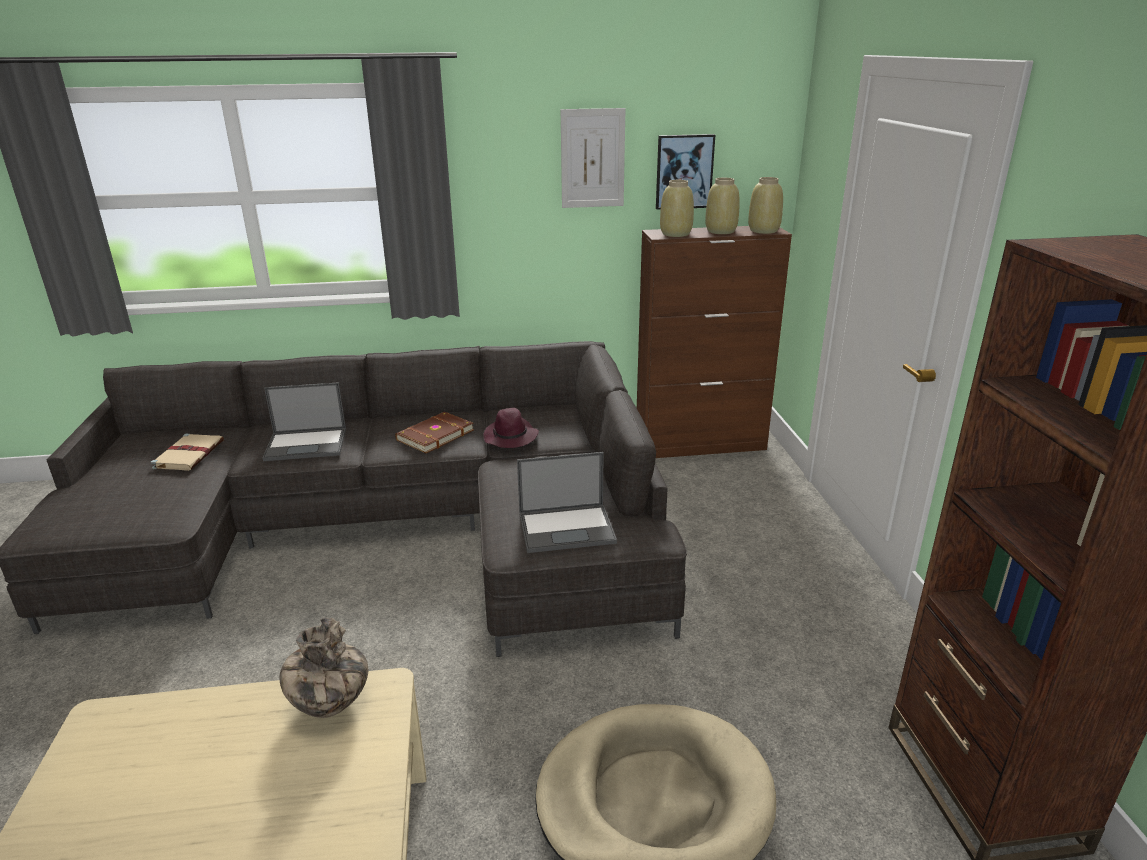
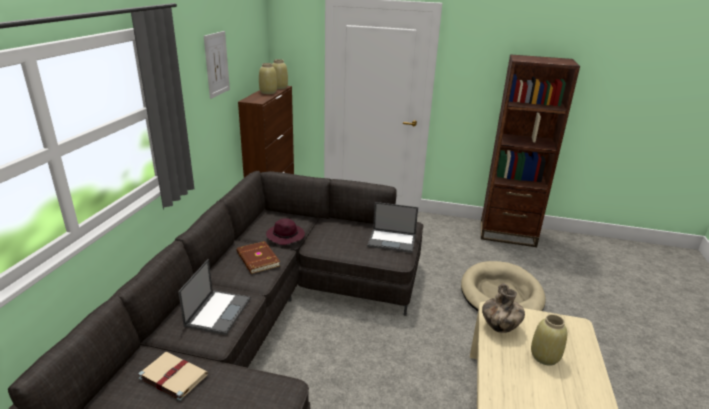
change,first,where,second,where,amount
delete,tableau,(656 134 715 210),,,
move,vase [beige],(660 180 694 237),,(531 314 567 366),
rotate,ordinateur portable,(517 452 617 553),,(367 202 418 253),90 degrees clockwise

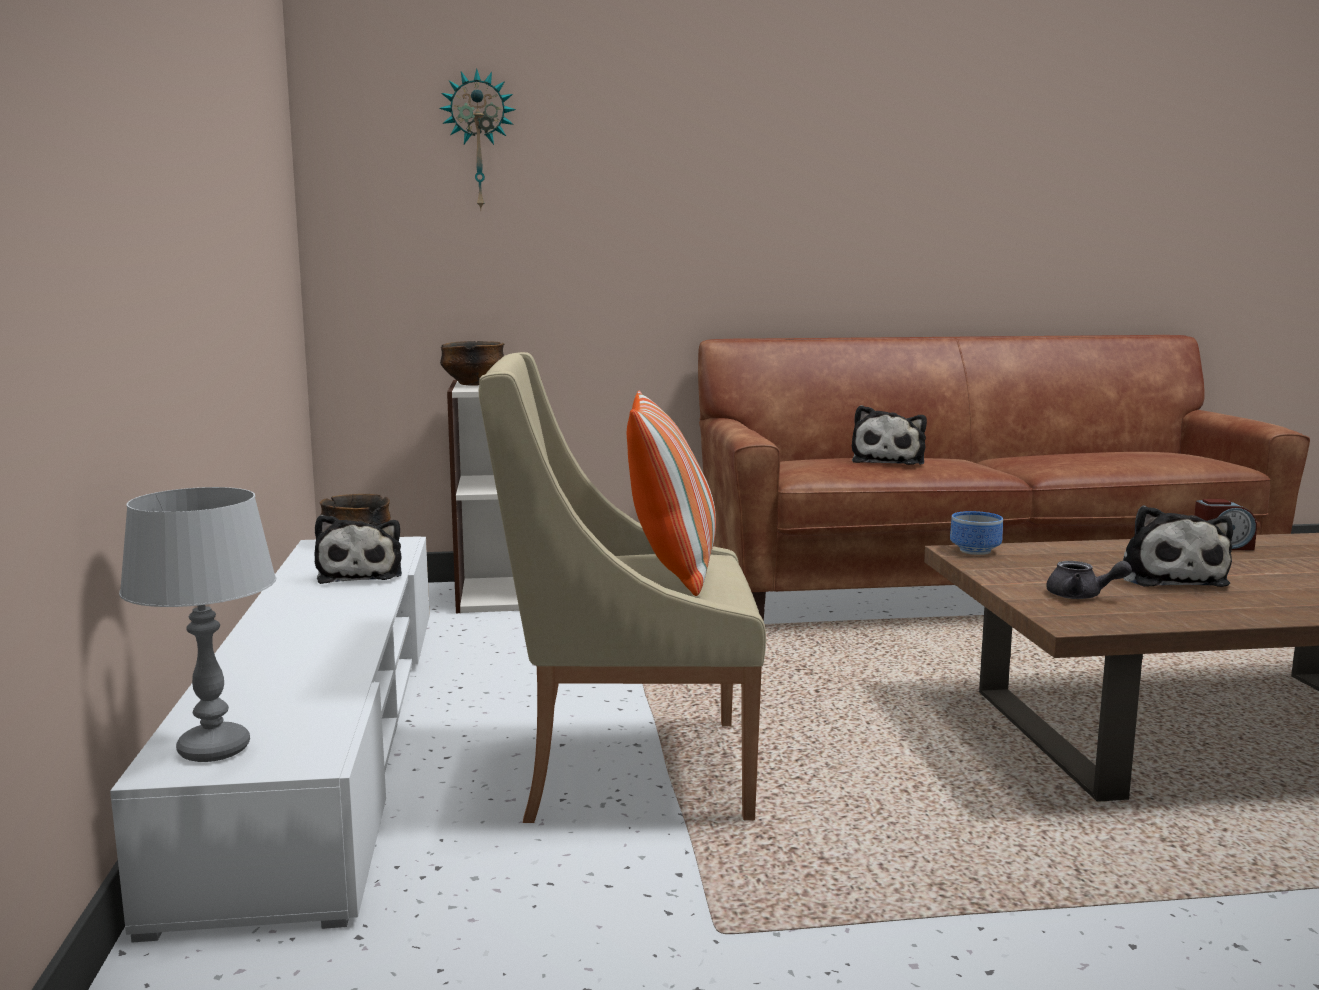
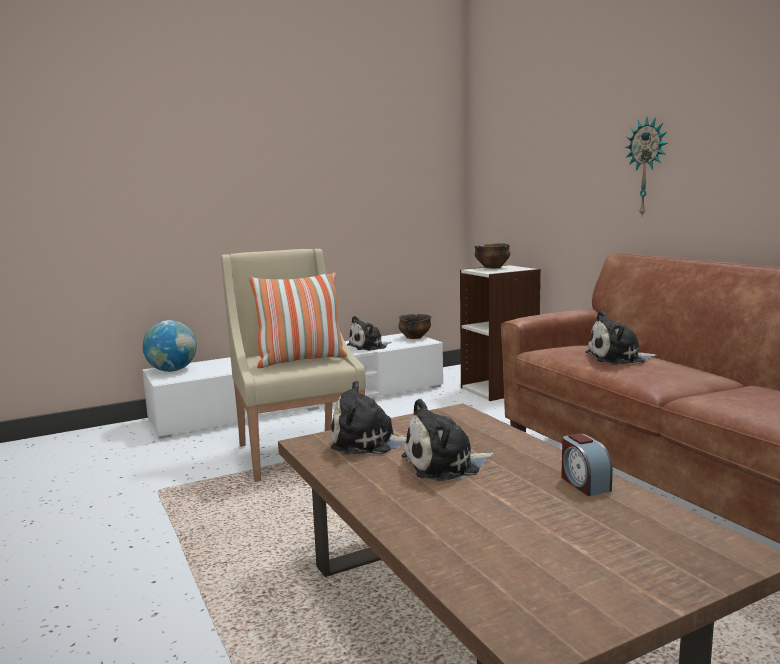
change,first,where,second,where,amount
move,horloge murale,(439 69 516 212),,(625 117 668 216),
replace,lampe de table [gris],(119 487 277 762),globe,(143 320 197 372),
delete,bol,(950 511 1003 555),,,
replace,théière [gris],(1046 561 1132 599),peluche,(330 381 407 454),

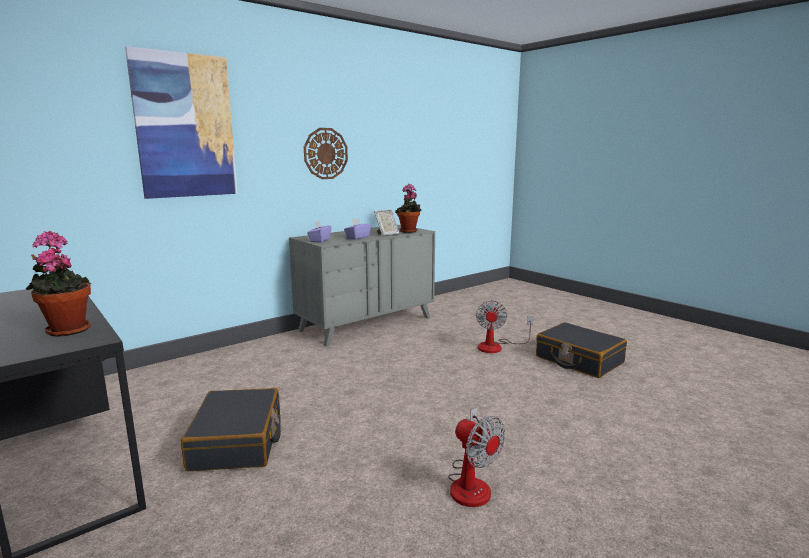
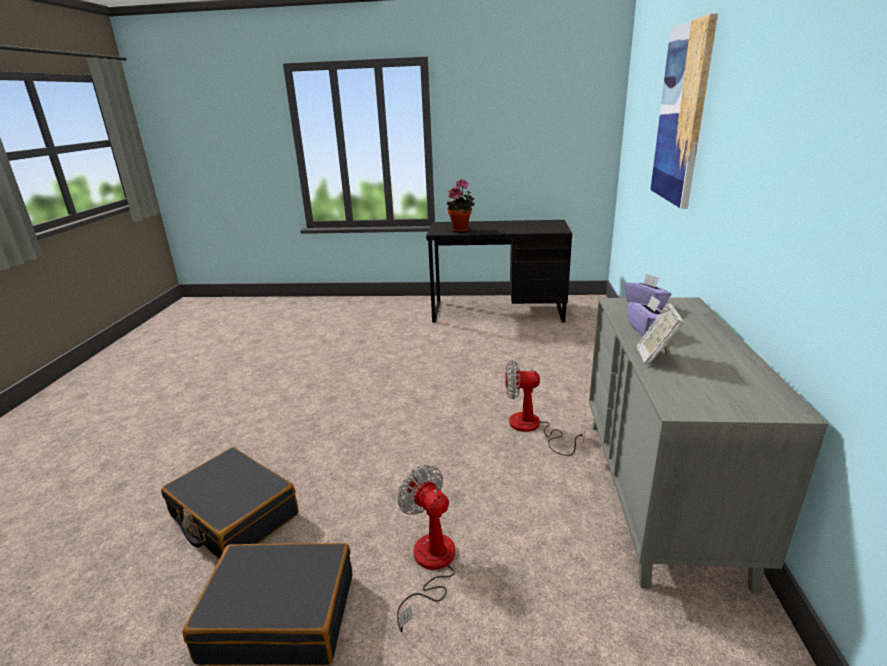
change,first,where,second,where,amount
delete,horloge murale,(304 128 348 179),,,
delete,plante en pot,(395 184 421 233),,,
move,valise [noir],(181 388 281 471),,(161 447 299 559),
move,ventilateur,(448 407 505 507),,(505 360 585 456),

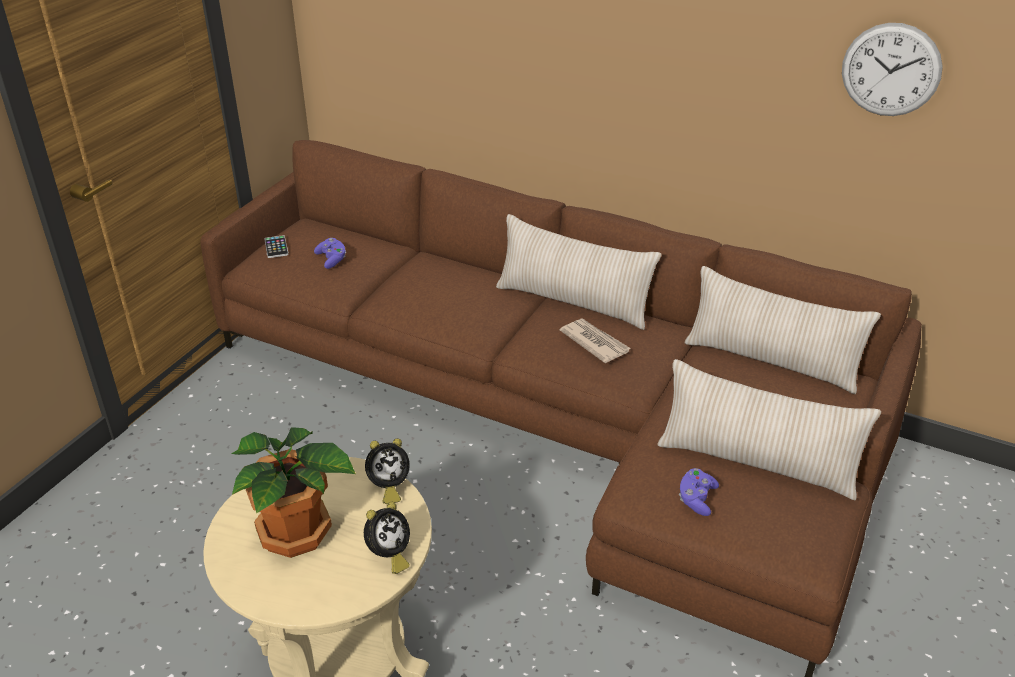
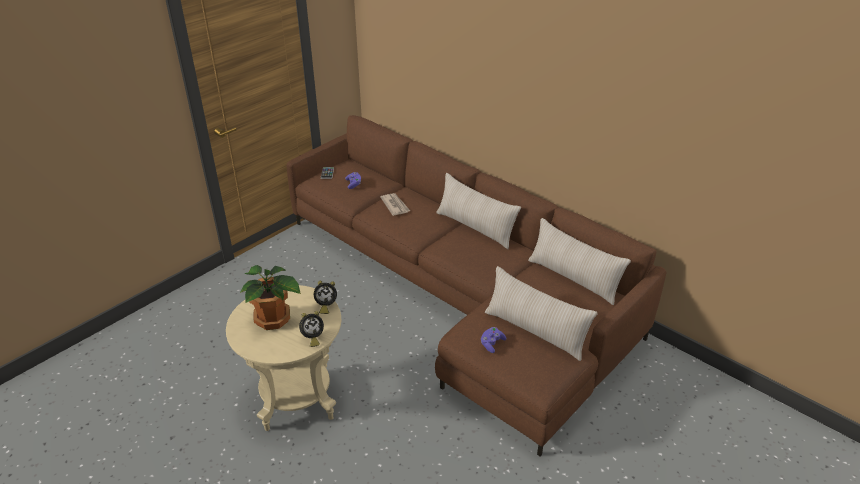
change,first,where,second,where,amount
delete,horloge murale,(842 23 943 116),,,
move,journal,(560 318 631 363),,(380 193 410 216),

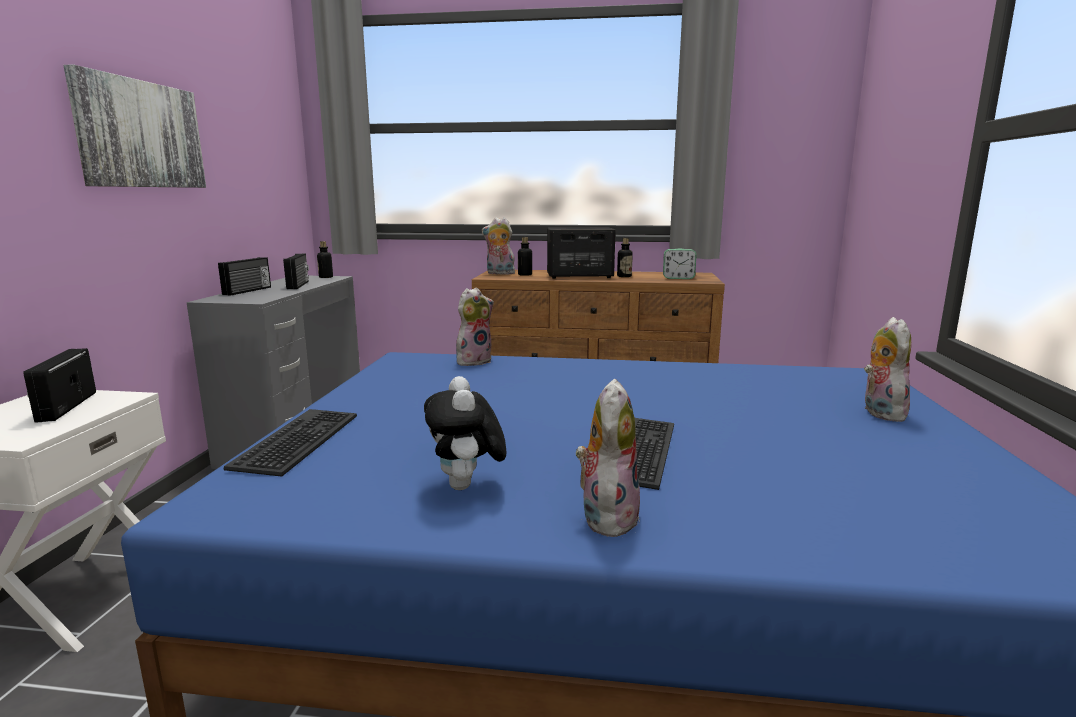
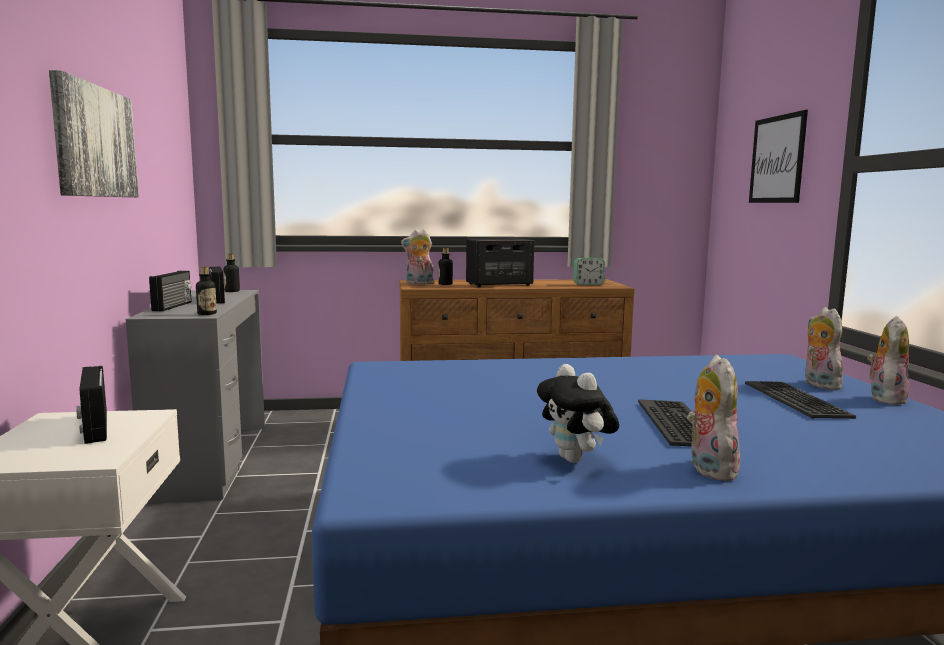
change,first,where,second,where,amount
move,bouteille,(617 238 633 277),,(196 267 217 315),
move,peluche,(456 288 494 366),,(868 316 909 405),
move,clavier,(224 409 357 477),,(745 381 856 419),
insert,,,tableau,(749 110 808 203),

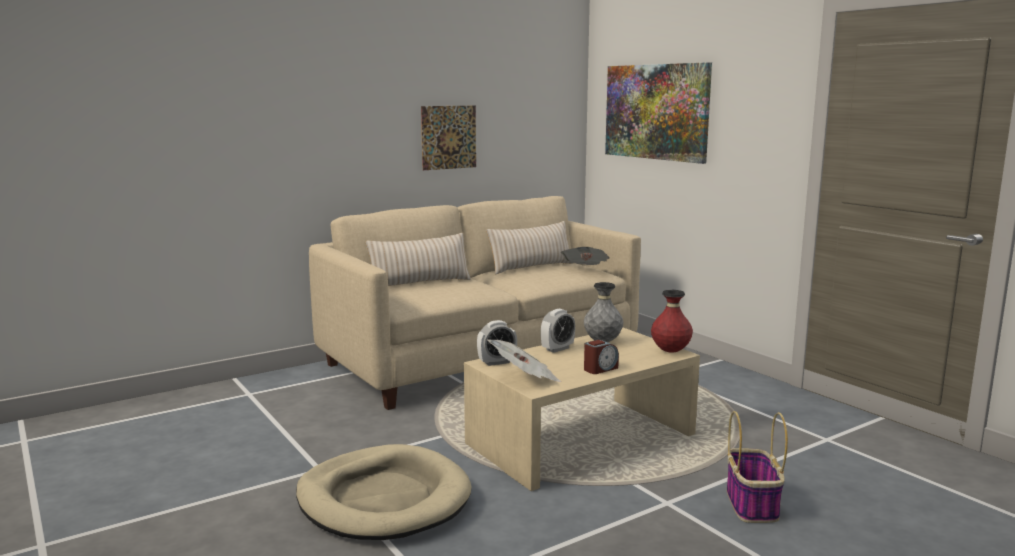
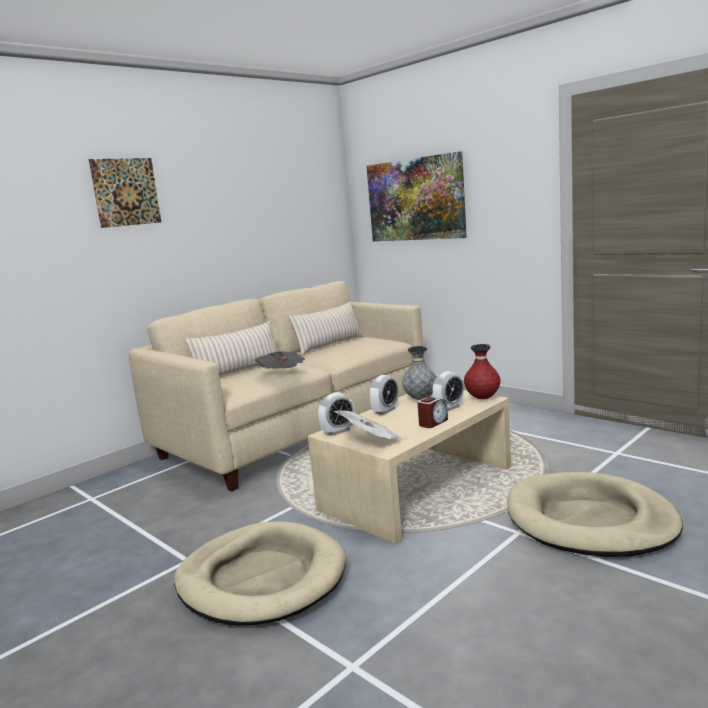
change,first,where,second,where,amount
move,tableau,(421 106 476 170),,(89 158 161 228),
move,journal,(561 247 610 265),,(254 351 305 369),
replace,panier,(727 411 788 523),panier pour chien [beige],(507 472 683 557),
insert,,,réveil,(433 371 464 412),

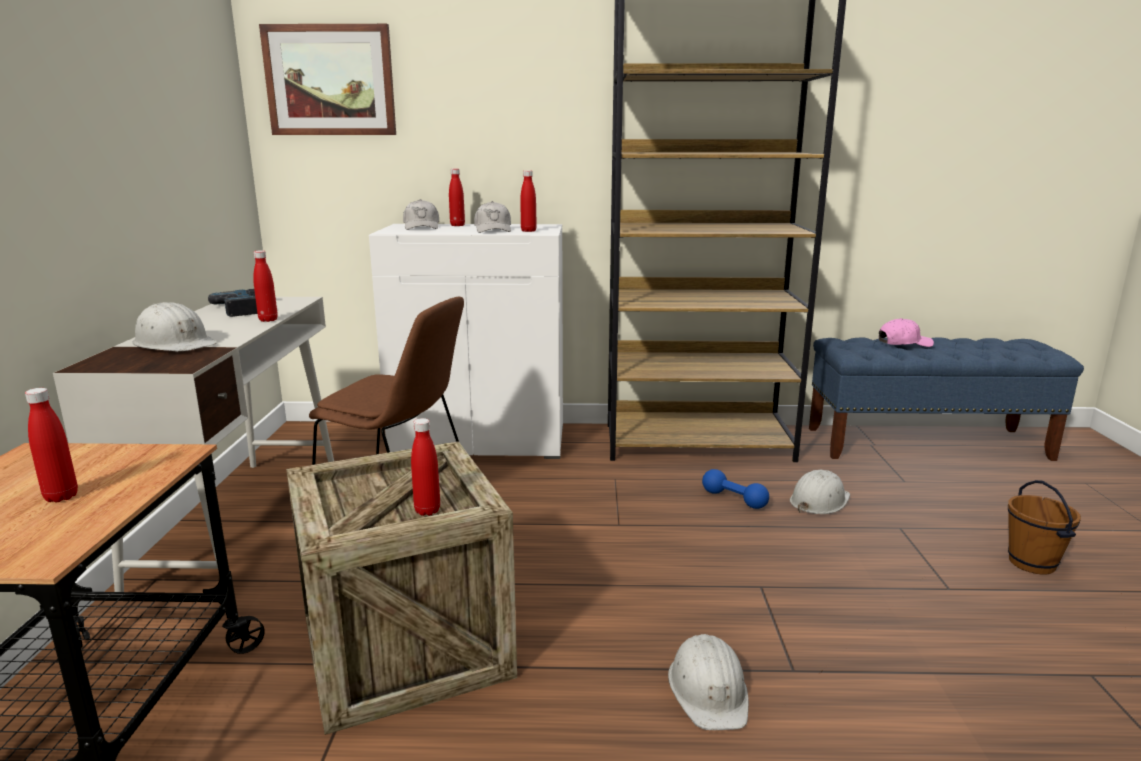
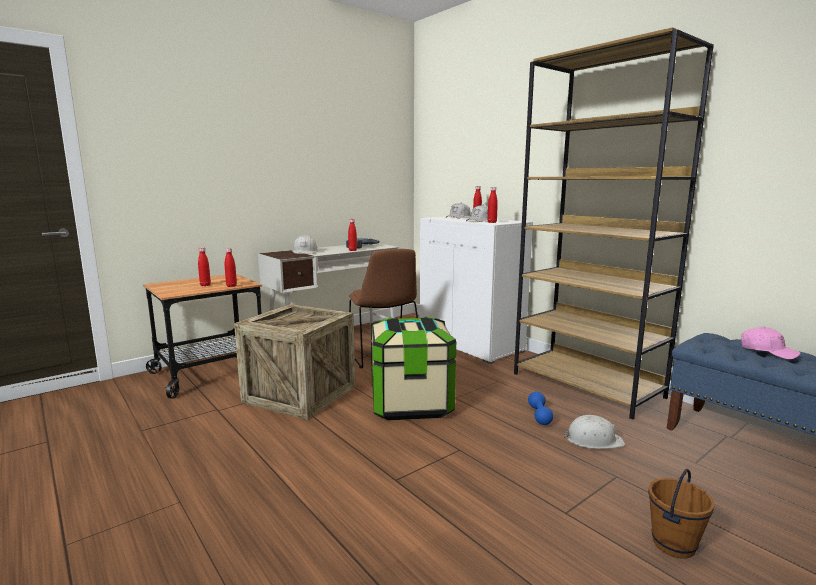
change,first,where,second,where,amount
delete,tableau,(259 24 396 135),,,
move,bouteille [rouge],(411 418 440 516),,(225 248 237 287),
delete,casque de chantier [blanc],(668 634 749 730),,,
insert,,,boîte de rangement,(371 316 456 420),

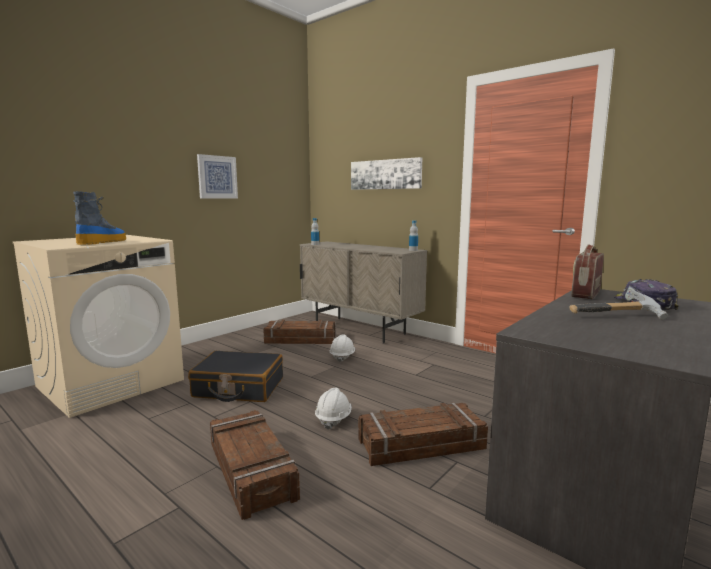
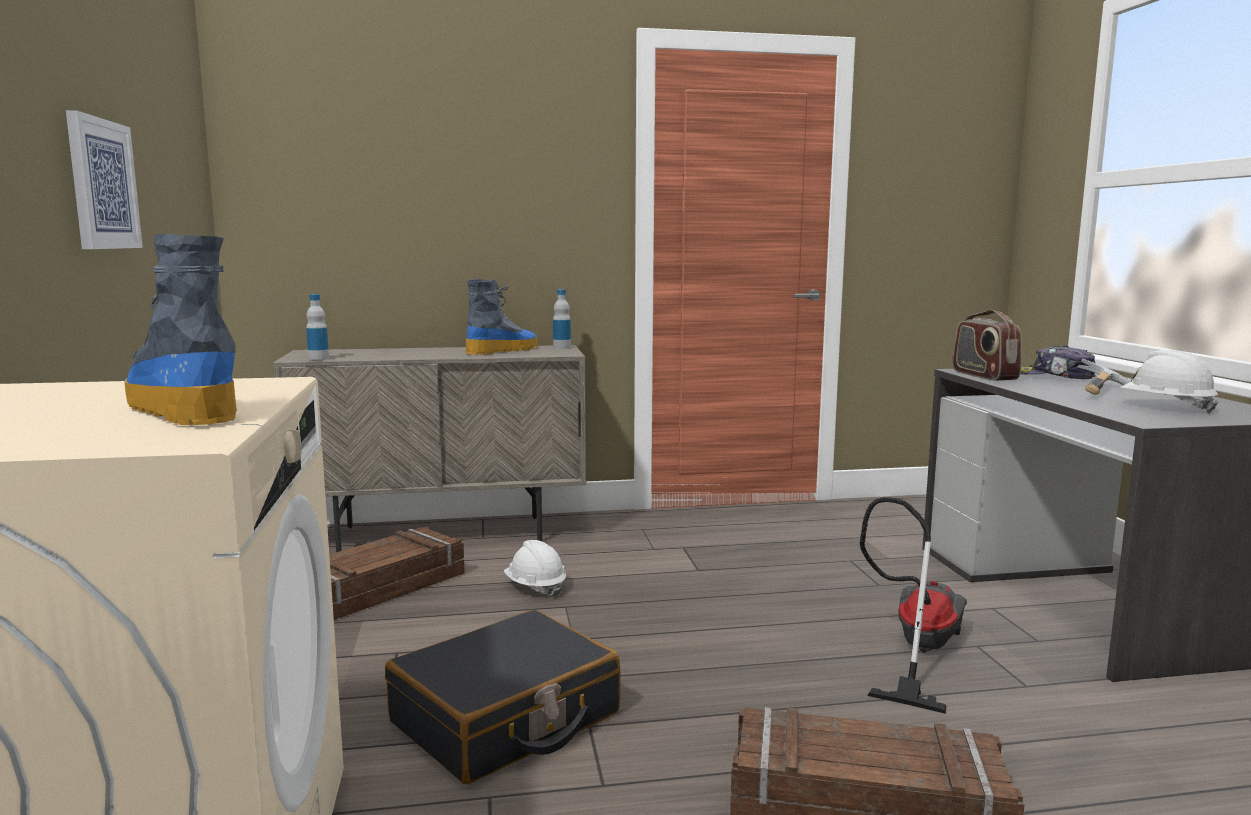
change,first,where,second,where,amount
delete,tableau,(351 157 422 190),,,
move,casque de chantier [blanc],(315 388 352 430),,(1120 350 1219 413),
replace,caisse,(358 403 488 466),aspirateur,(860 497 967 714),
insert,,,botte,(466 279 538 355),

